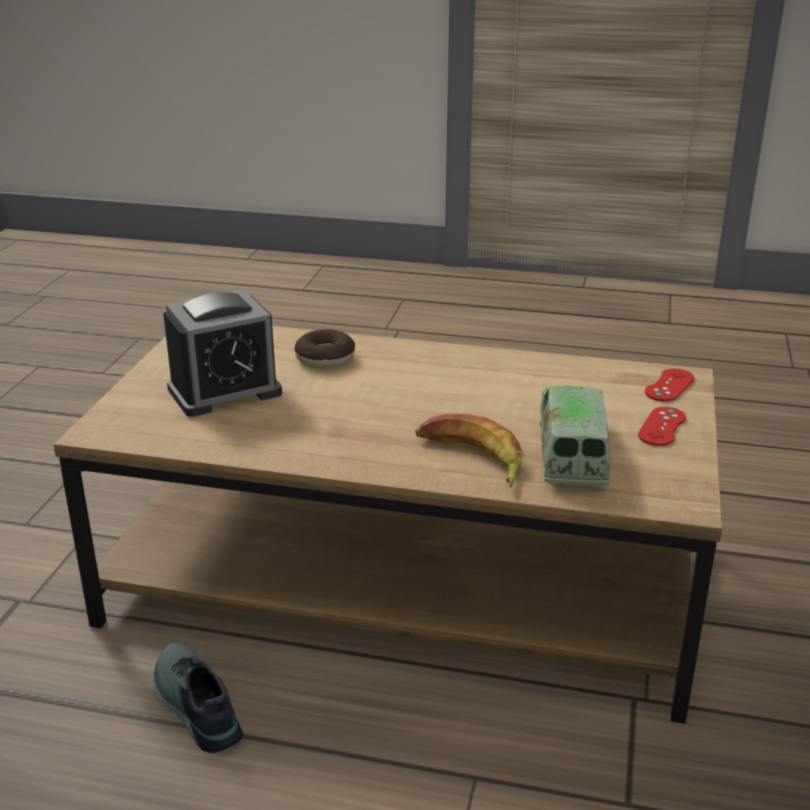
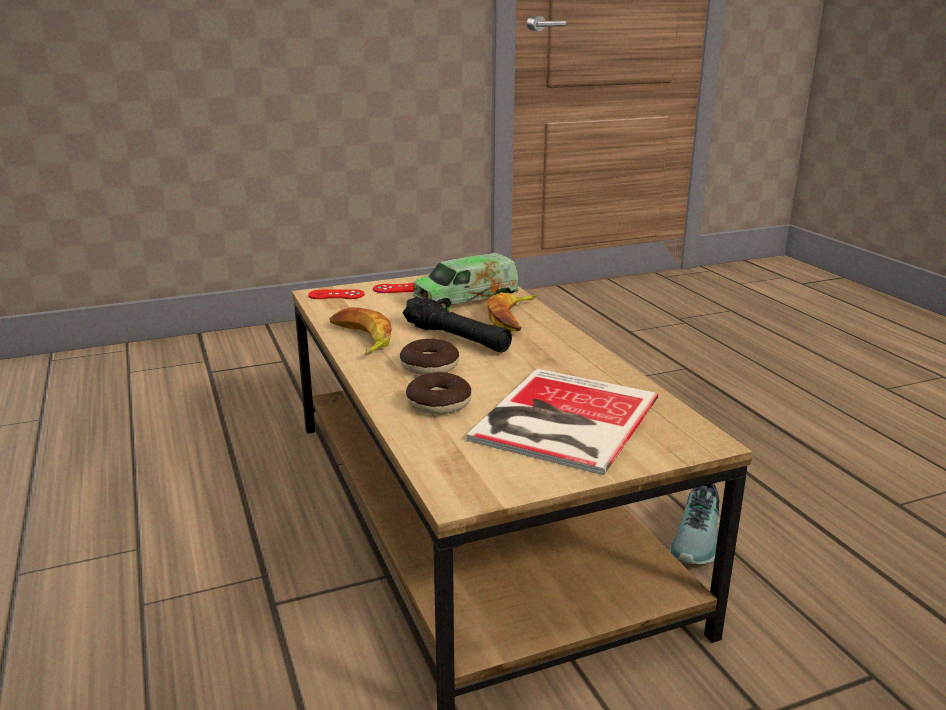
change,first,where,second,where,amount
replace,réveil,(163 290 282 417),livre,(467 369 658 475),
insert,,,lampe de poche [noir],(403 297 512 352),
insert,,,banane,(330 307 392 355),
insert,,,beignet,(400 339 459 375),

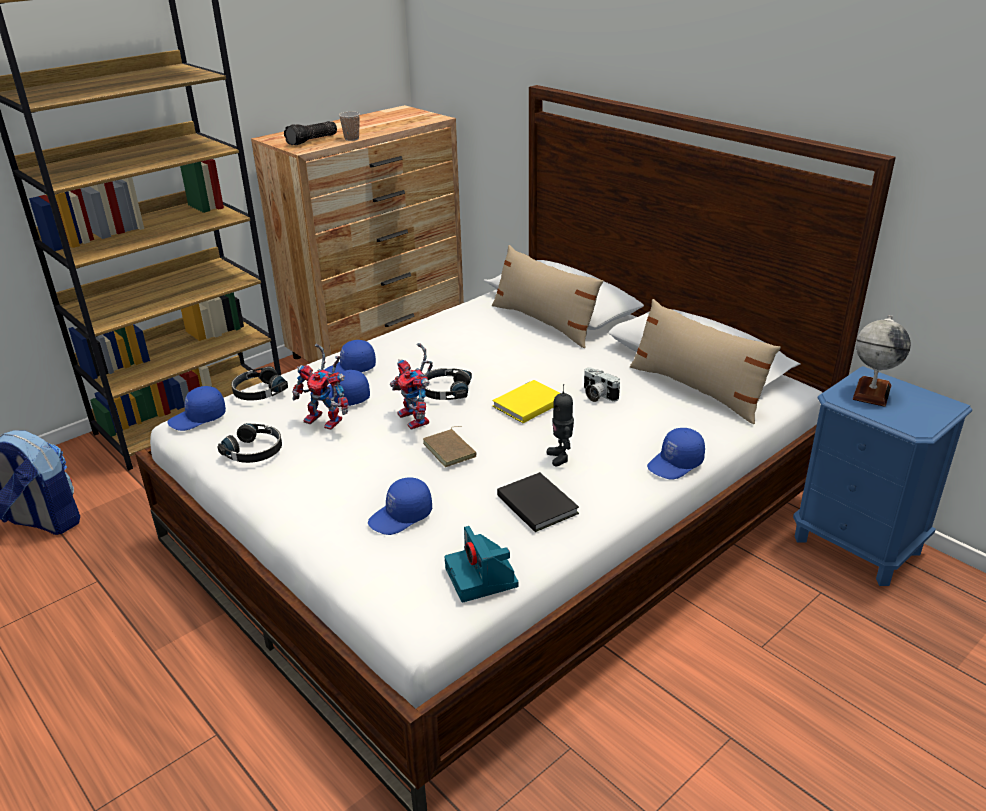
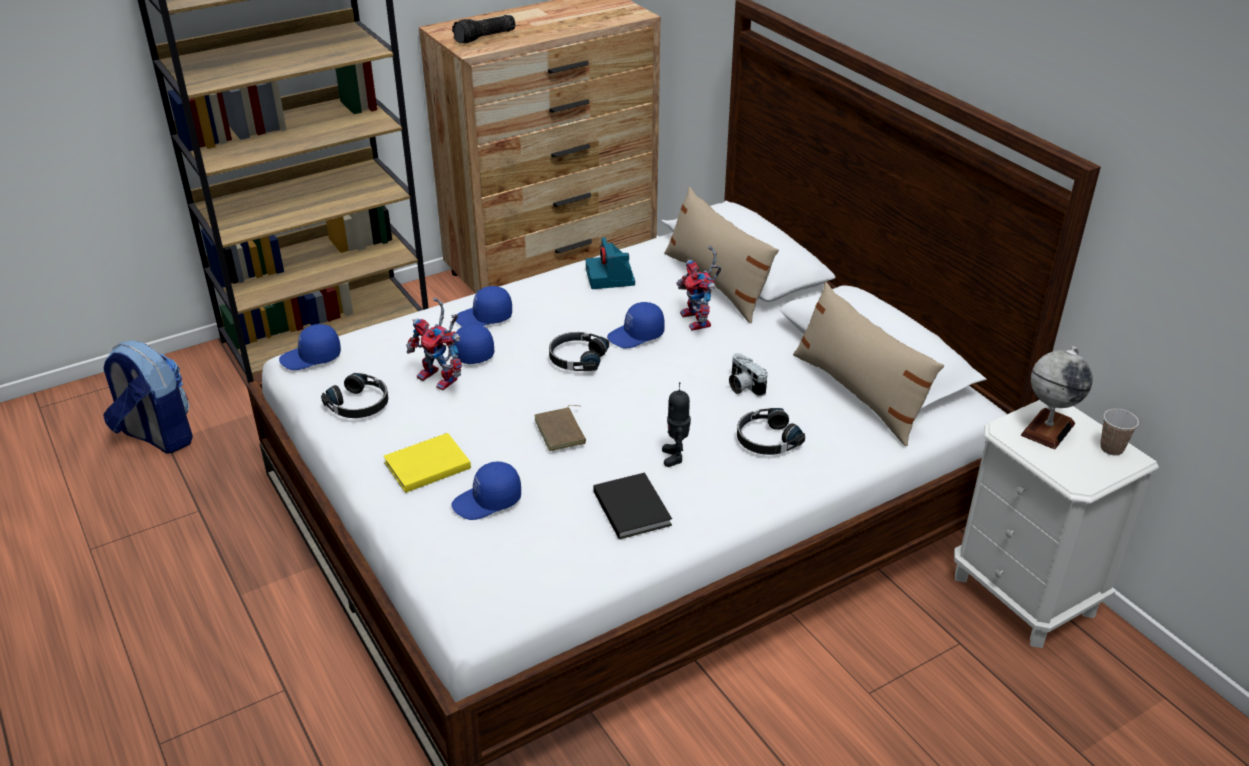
change,first,where,second,where,amount
move,tasse,(339 112 360 141),,(1100 409 1139 456),
move,robot jouet,(390 343 433 430),,(676 246 721 331),
recolor,table de chevet [bleu],(793 366 972 586),table de chevet [blanc],(954 400 1159 648),
move,casque audio [noir],(231 367 288 400),,(737 408 805 455),
move,livre [jaune],(492 380 560 423),,(383 433 471 493),
move,casquette [bleu],(647 428 705 480),,(607 302 665 349),
move,appareil photo,(444 526 518 602),,(585 237 635 289),

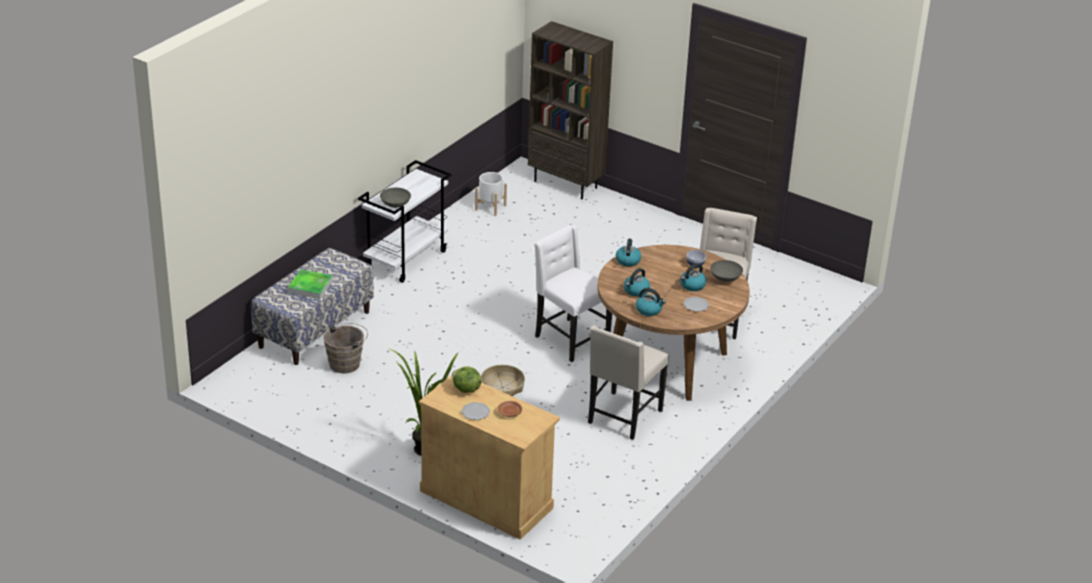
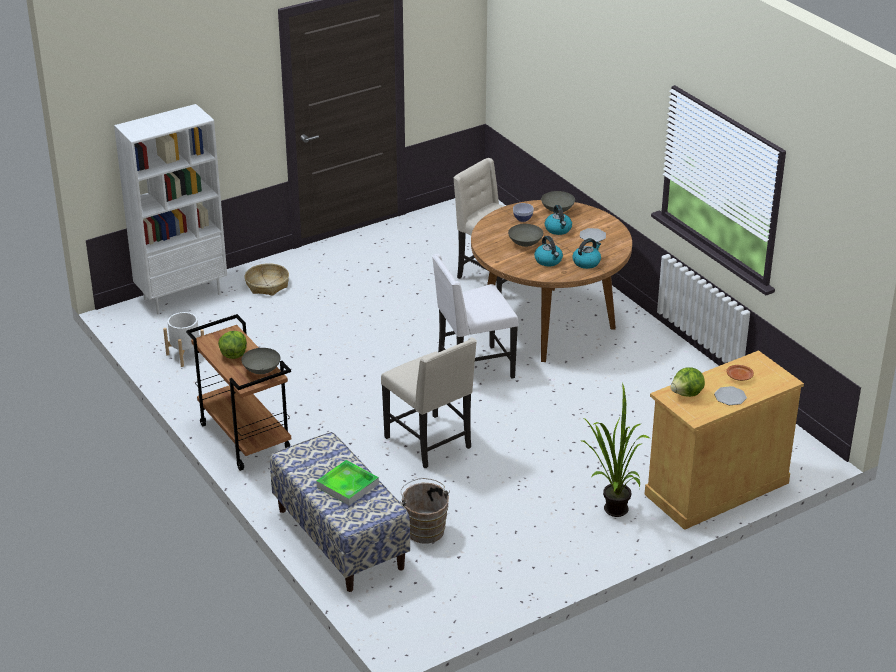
change,first,where,second,where,amount
recolor,bibliothèque [marron],(528 21 613 200),bibliothèque [blanc],(114 104 227 314),
recolor,chariot [blanc],(358 160 452 283),chariot [marron],(186 314 291 471),
delete,bouilloire,(616 238 641 266),,,
move,chaise [beige],(588 325 669 440),,(381 337 477 468),
move,panier,(481 365 525 396),,(245 263 289 296),
insert,,,bol [gris],(508 224 543 247),
insert,,,laitue,(218 331 247 359),

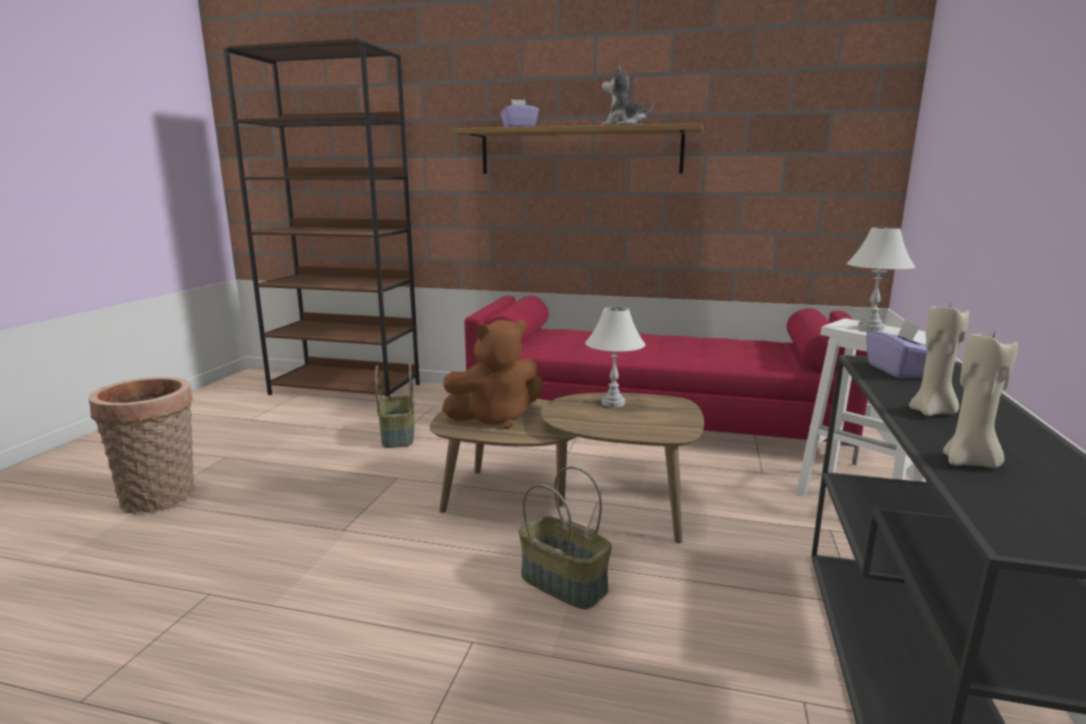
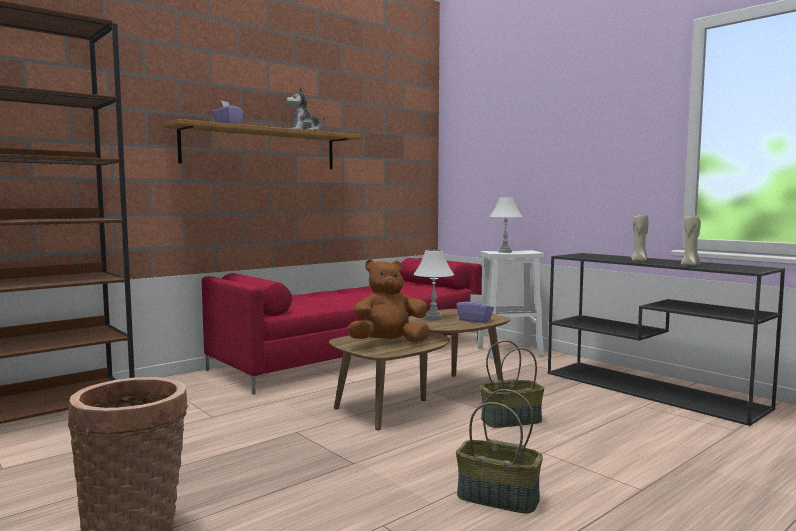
change,first,where,second,where,amount
rotate,peluche [marron],(442 320 543 429),,(347 259 430 342),120 degrees counterclockwise
move,boîte à mouchoirs [violet],(866 320 927 378),,(456 294 494 323),
move,panier,(375 364 414 448),,(456 389 543 513),

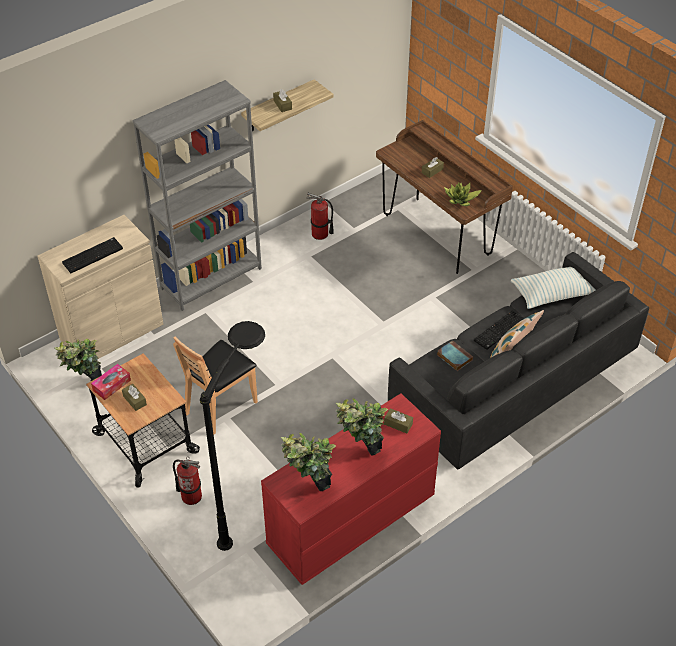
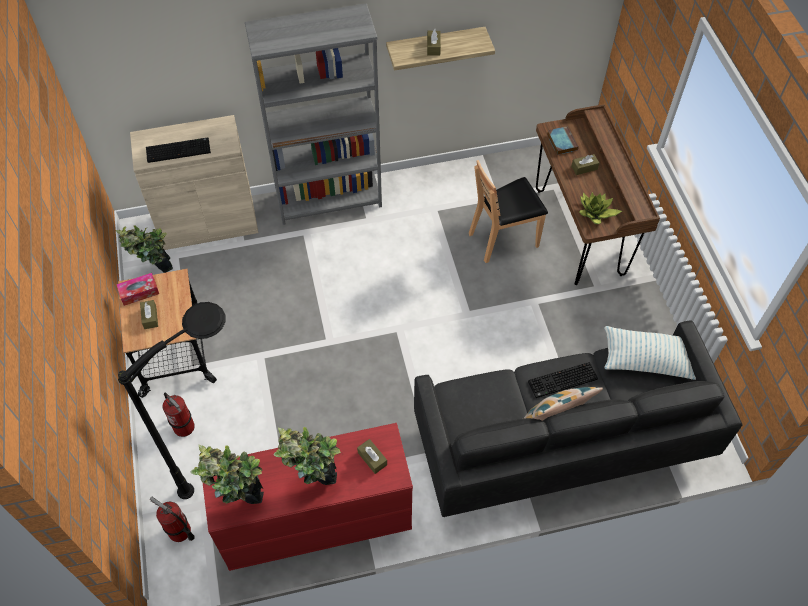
change,first,where,second,where,amount
move,extincteur,(307 193 334 240),,(150 497 195 542),
move,chaise [marron],(173 337 258 435),,(469 160 548 263),
move,livre,(437 340 473 371),,(547 126 579 155),

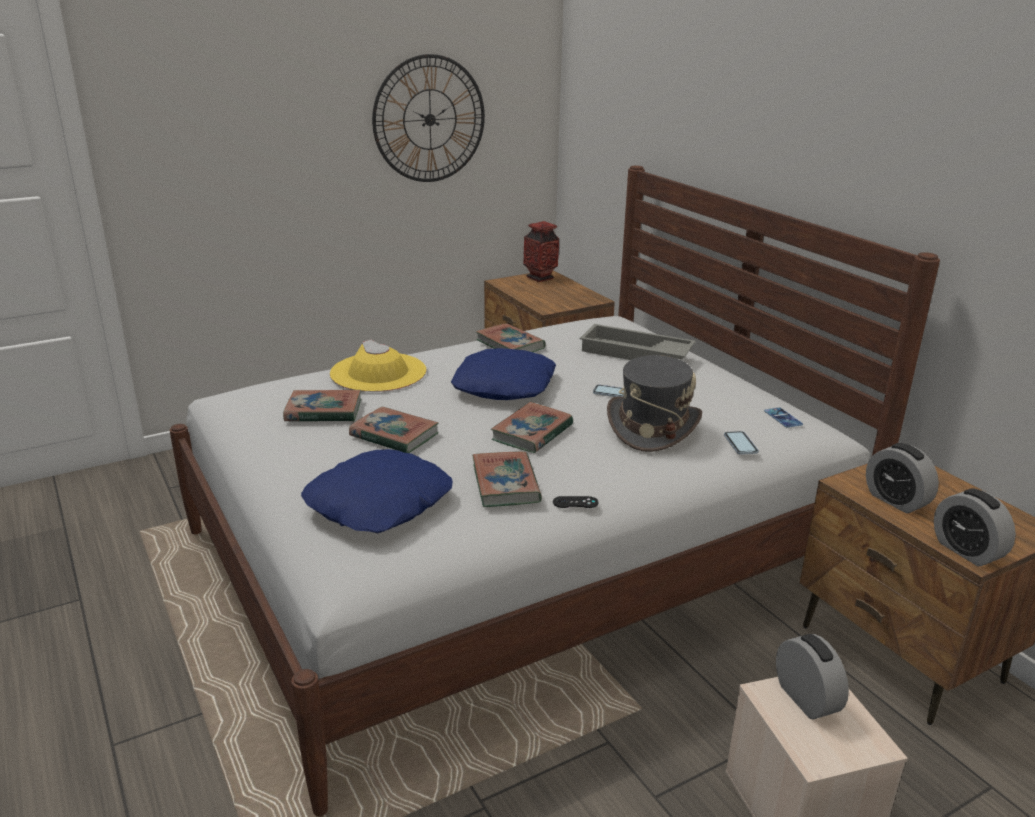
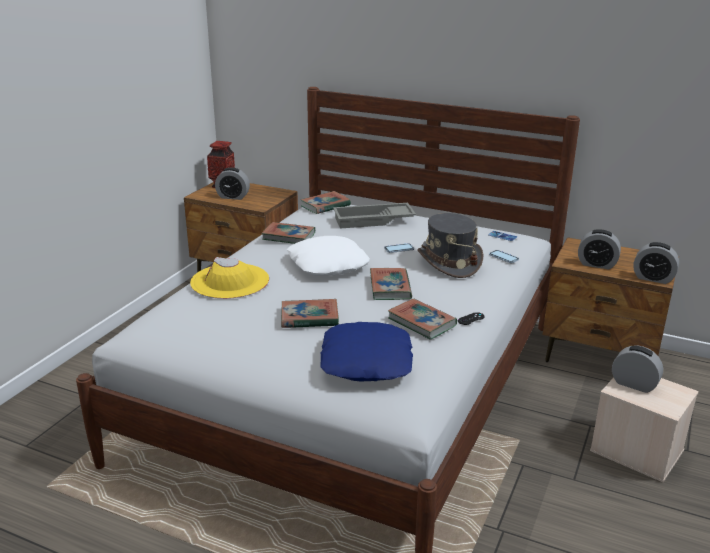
change,first,where,second,where,amount
delete,horloge murale,(372 54 485 182),,,
recolor,coussin [bleu],(451 348 556 400),coussin [blanc],(287 236 370 276),
move,livre,(283 390 361 421),,(301 191 351 214),
insert,,,réveil,(215 167 250 200),

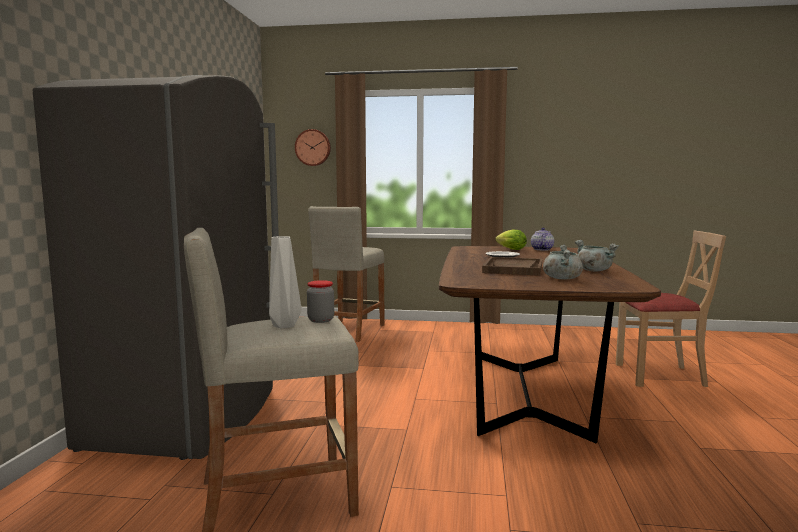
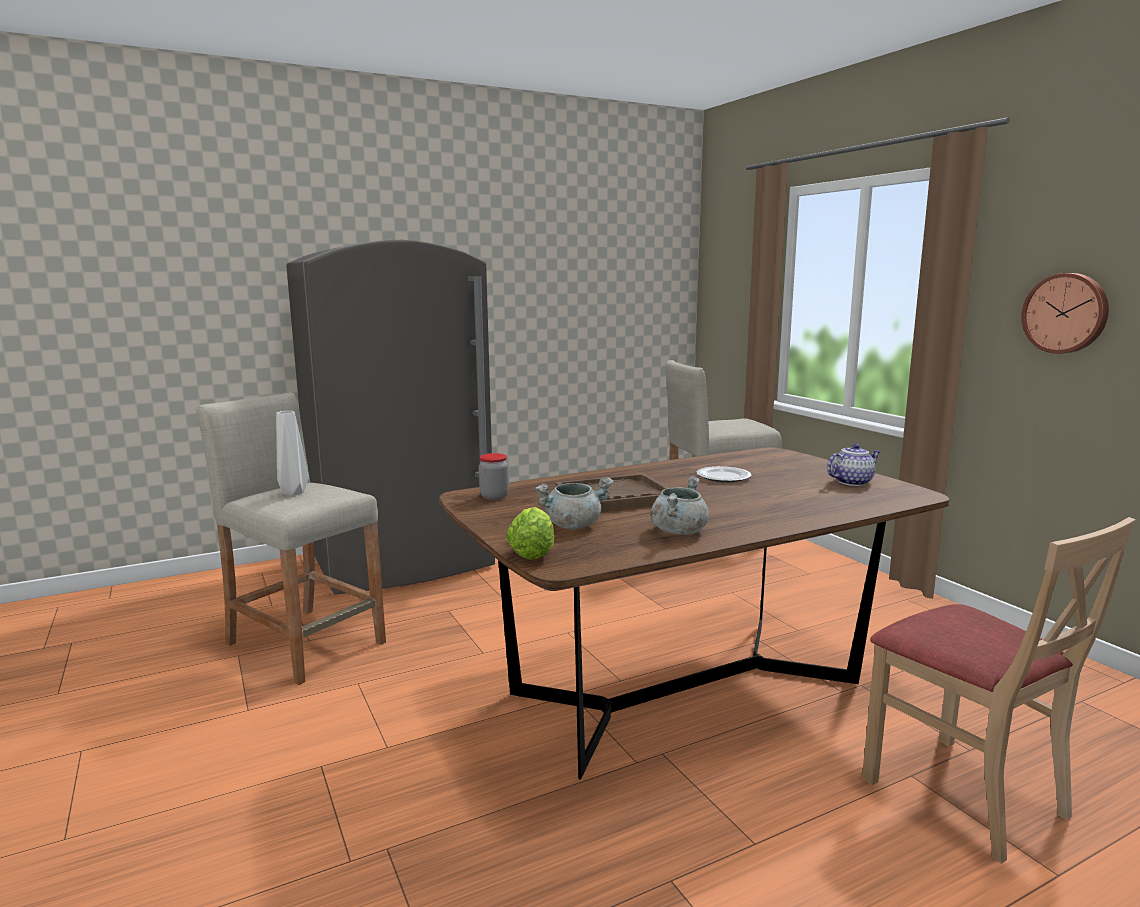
change,first,where,second,where,amount
move,horloge murale,(295 129 331 166),,(1021 273 1109 354),
move,laitue,(495 230 527 250),,(506 507 554 560),
move,bocal,(307 280 334 323),,(479 453 509 500),

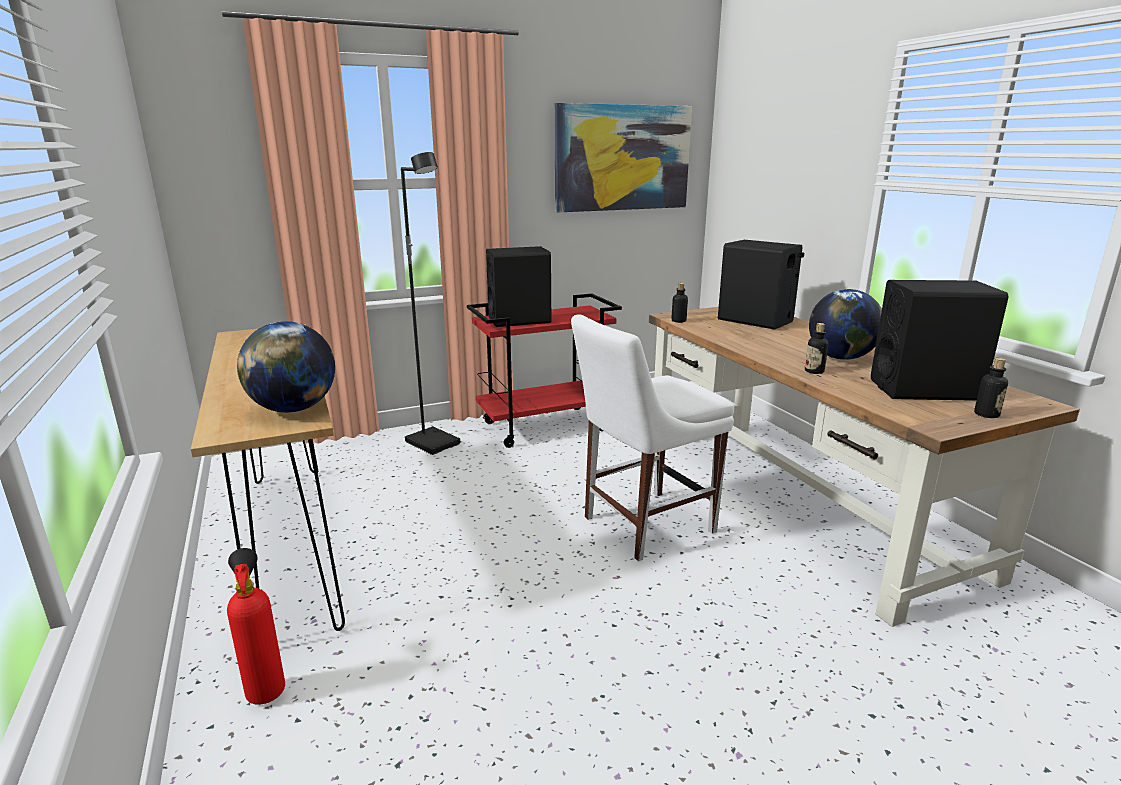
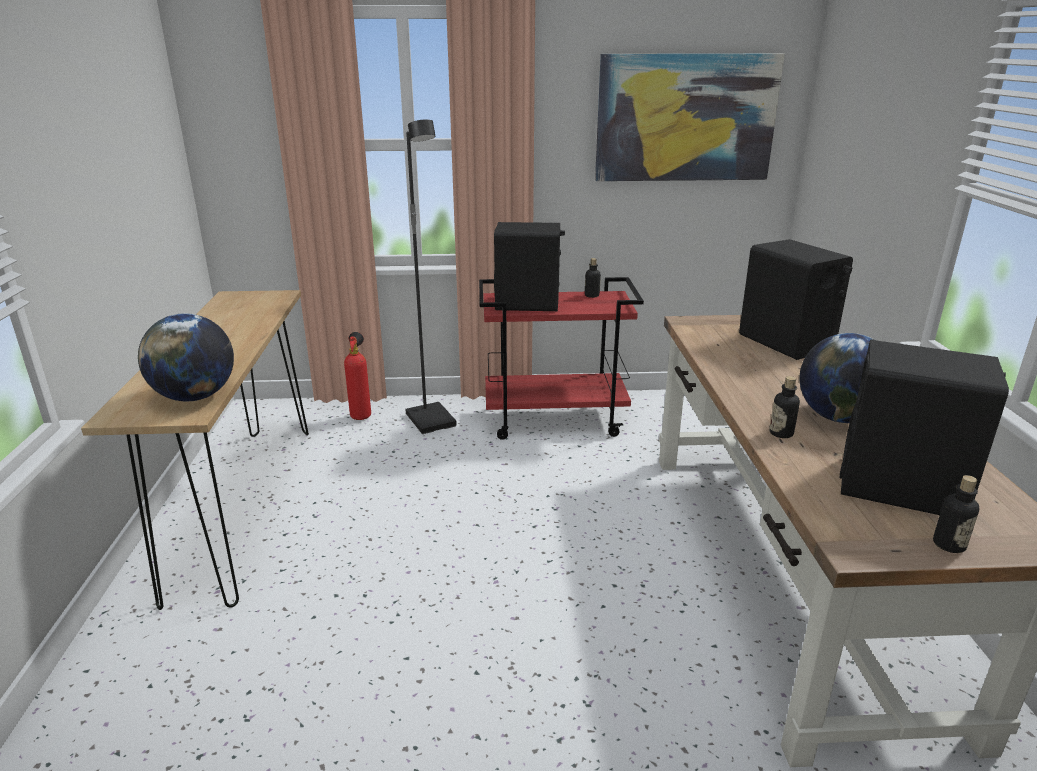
change,first,where,second,where,amount
move,bouteille,(671 283 688 323),,(585 258 601 298),
delete,chaise [blanc],(571 314 734 561),,,
move,extincteur,(227 548 285 705),,(344 332 371 420),

